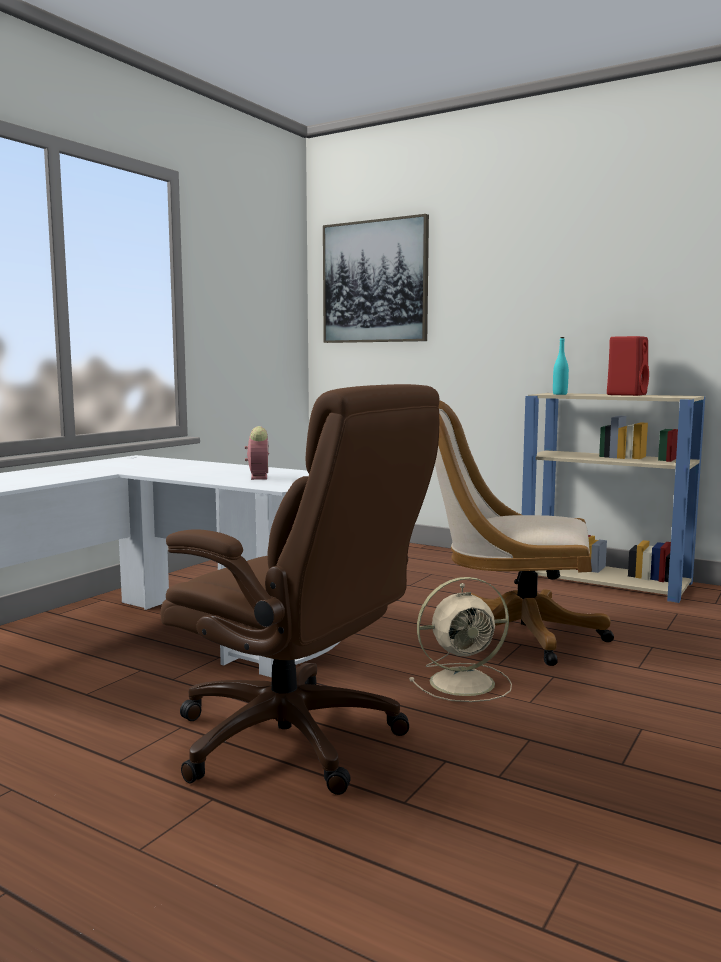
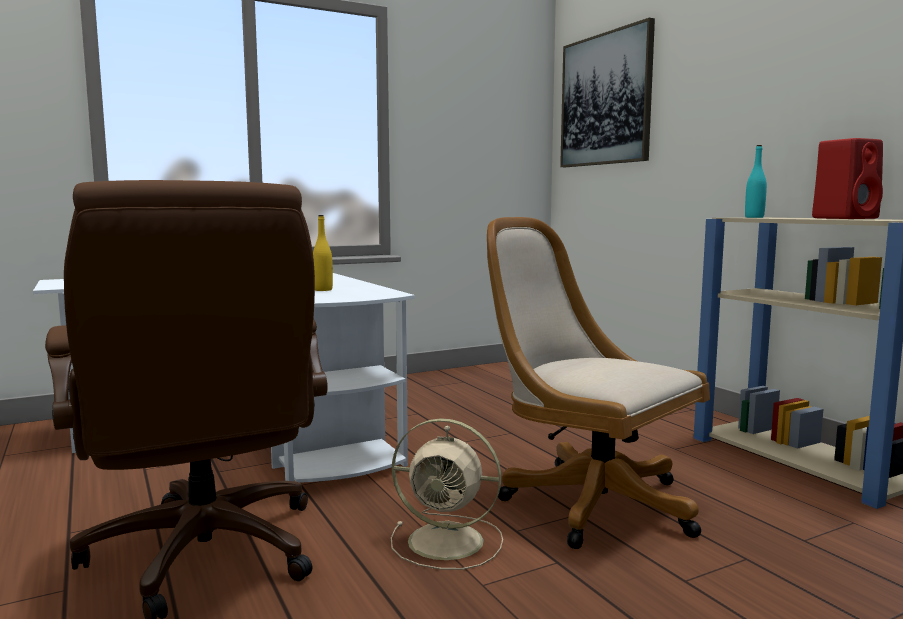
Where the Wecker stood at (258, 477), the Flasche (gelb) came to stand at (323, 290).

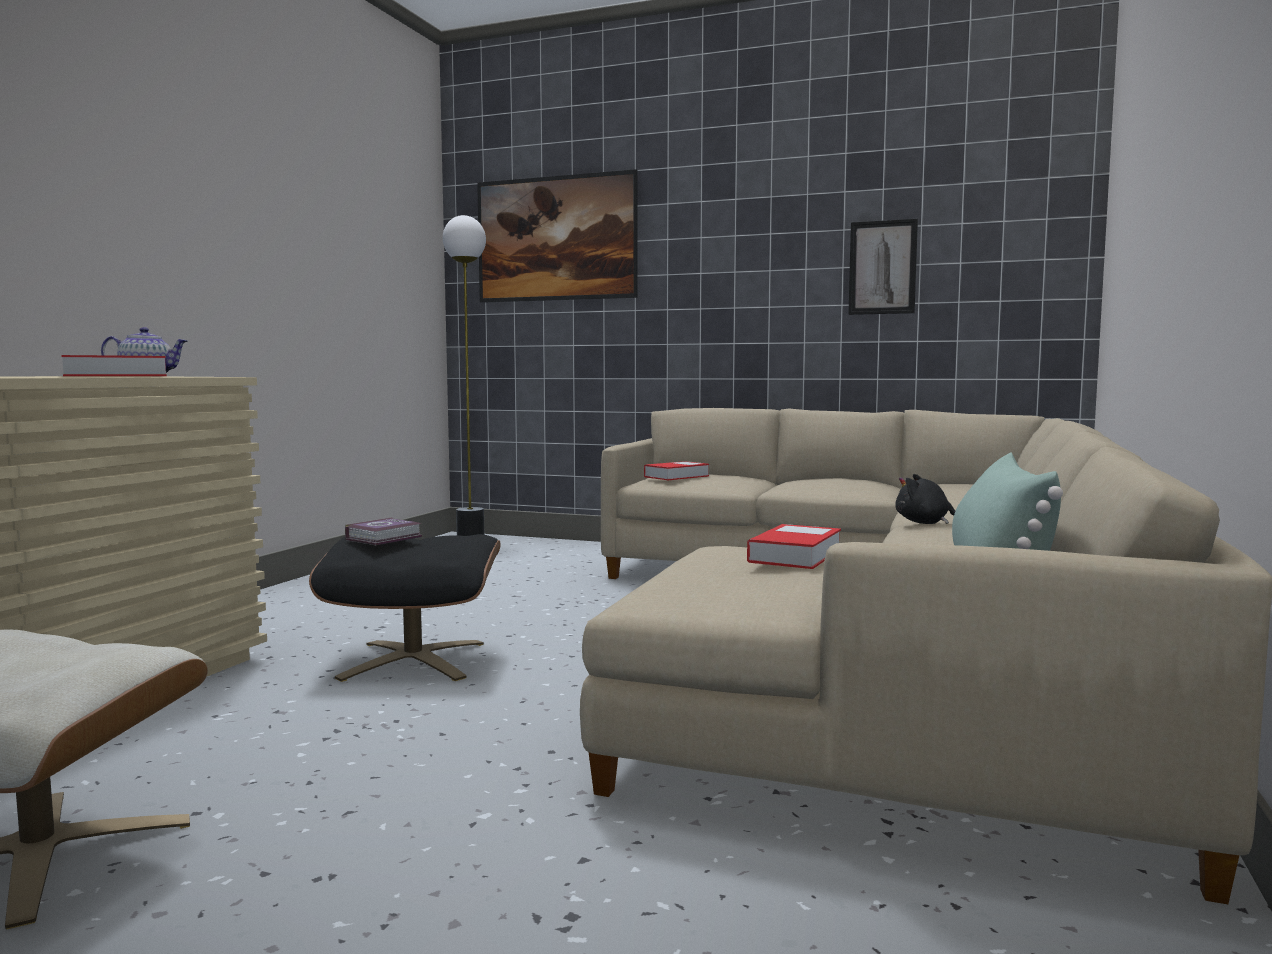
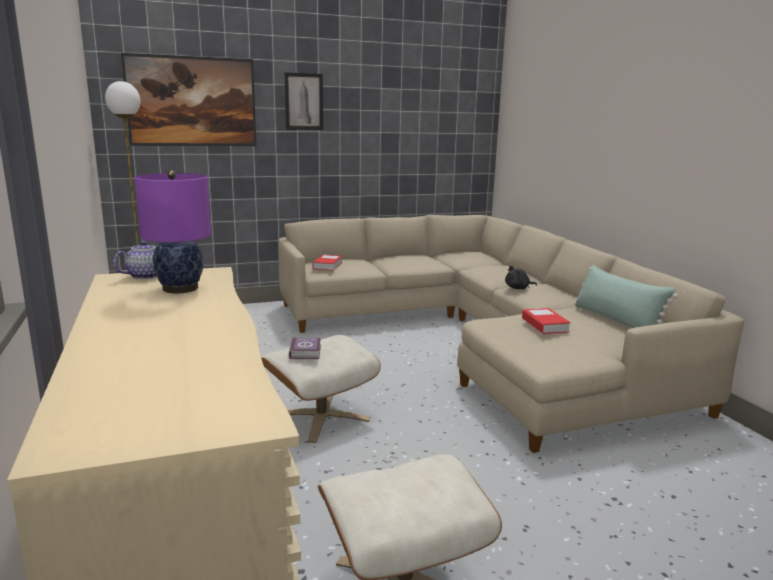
Where the Buch stood at (115, 376), the Tischlampe (lila) came to stand at (181, 288). What was the Polsterhocker (schwarz) at (414, 660) turned into the Polsterhocker (beige) at (321, 417). The Bild ended up elsewhere, having gone from (882, 267) to (304, 101).

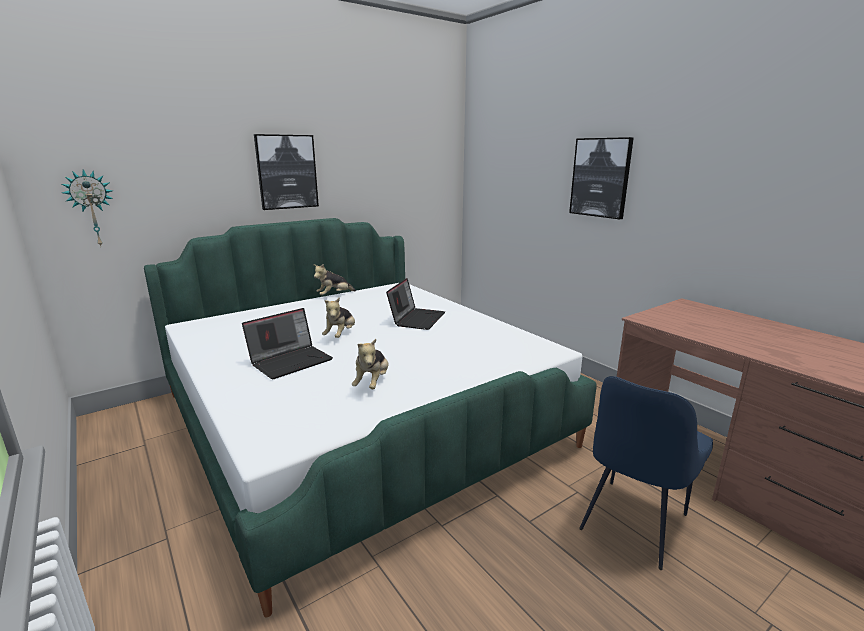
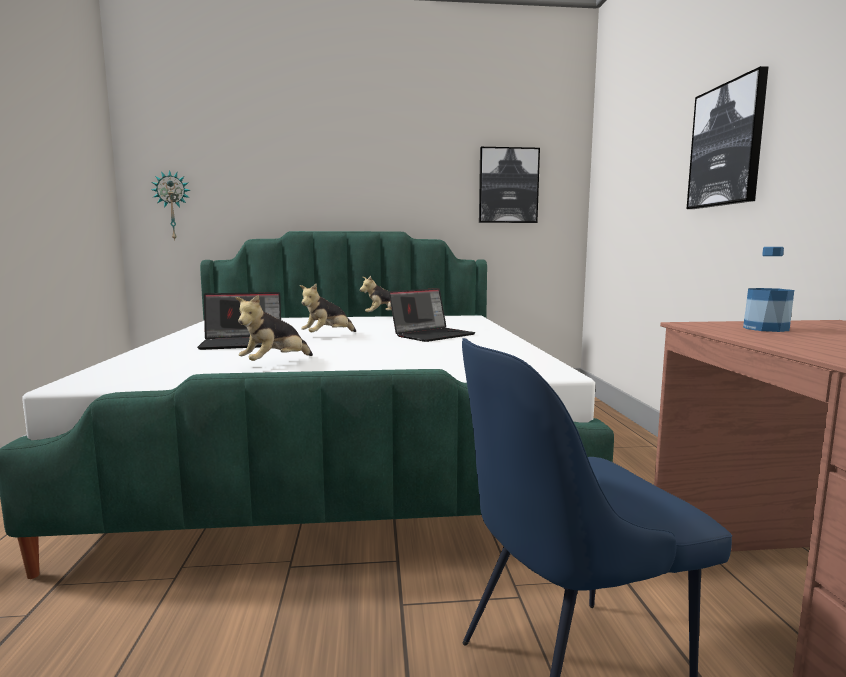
The Bild ended up elsewhere, having gone from (287, 172) to (508, 185). The second view gained the Flasche at (765, 328).

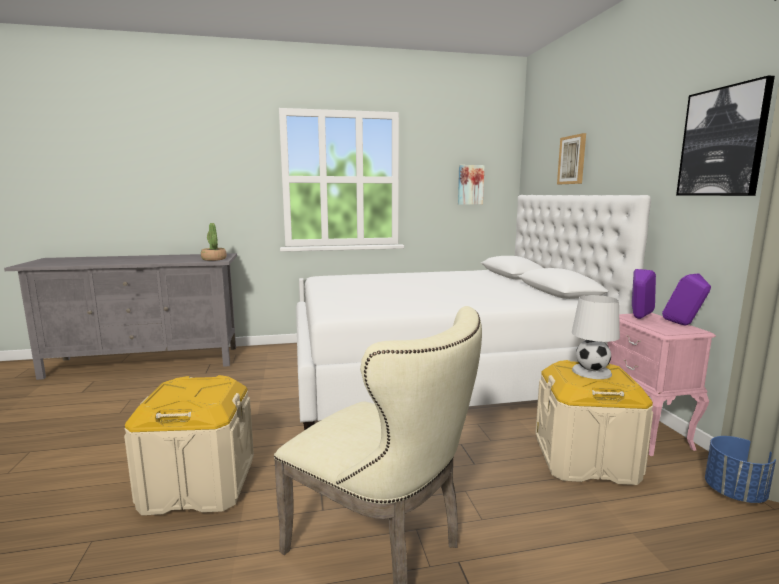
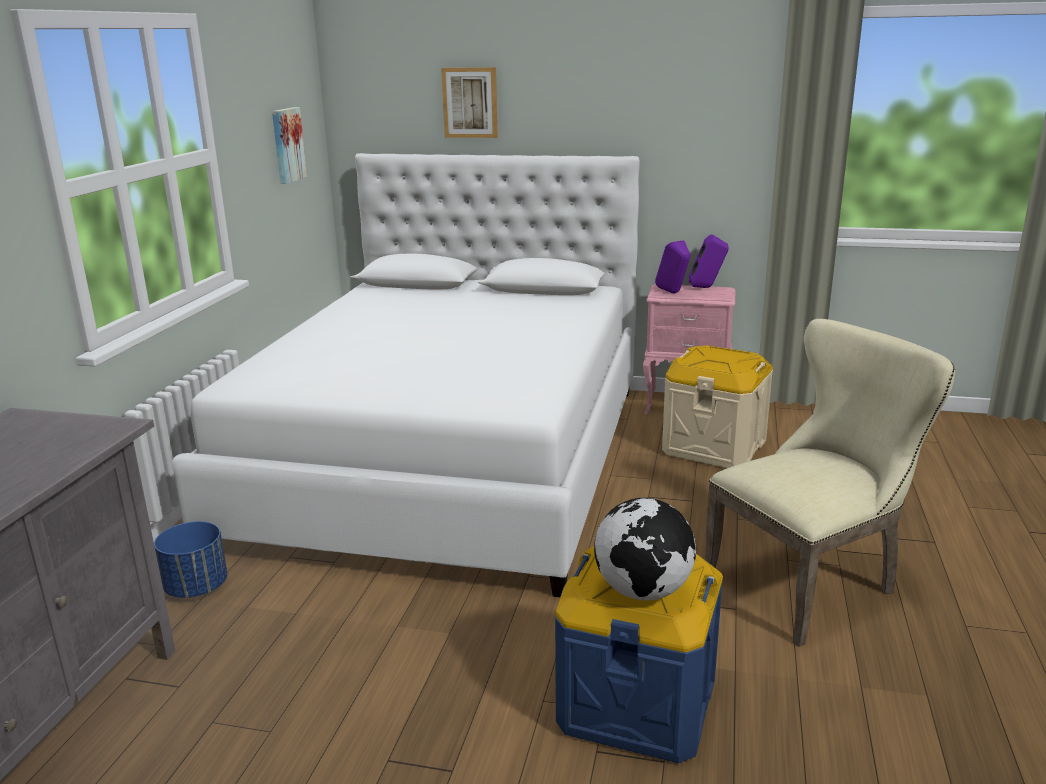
What was the Aufbewahrungsbox (beige) at (199, 484) turned into the Aufbewahrungsbox (blau) at (637, 703). The second view lost the Topfpflanze at (214, 259). The second view lost the Tischlampe (weiß) at (591, 371). The second view lost the Bild at (723, 142). The Pflanzkübel (blau) ended up elsewhere, having gone from (735, 493) to (197, 587). The second view gained the Globus at (643, 591).

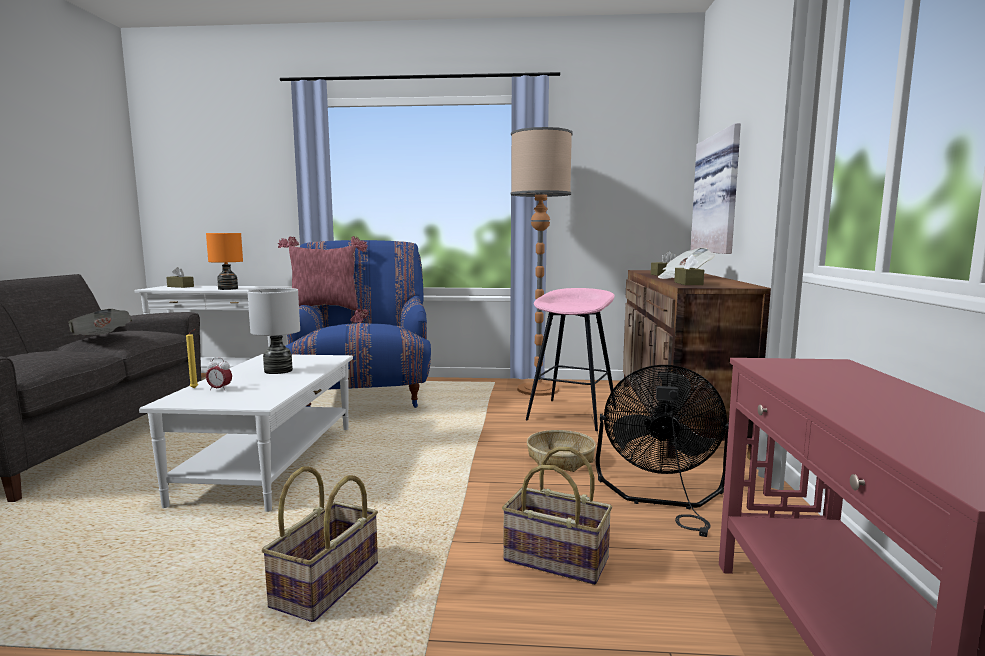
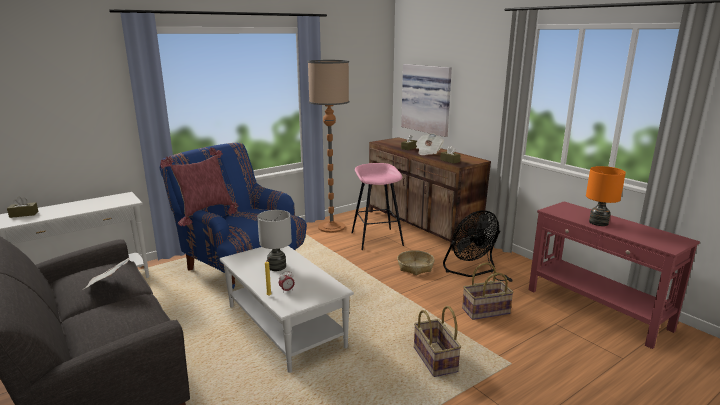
The Tischlampe (orange) ended up elsewhere, having gone from (228, 289) to (598, 223).

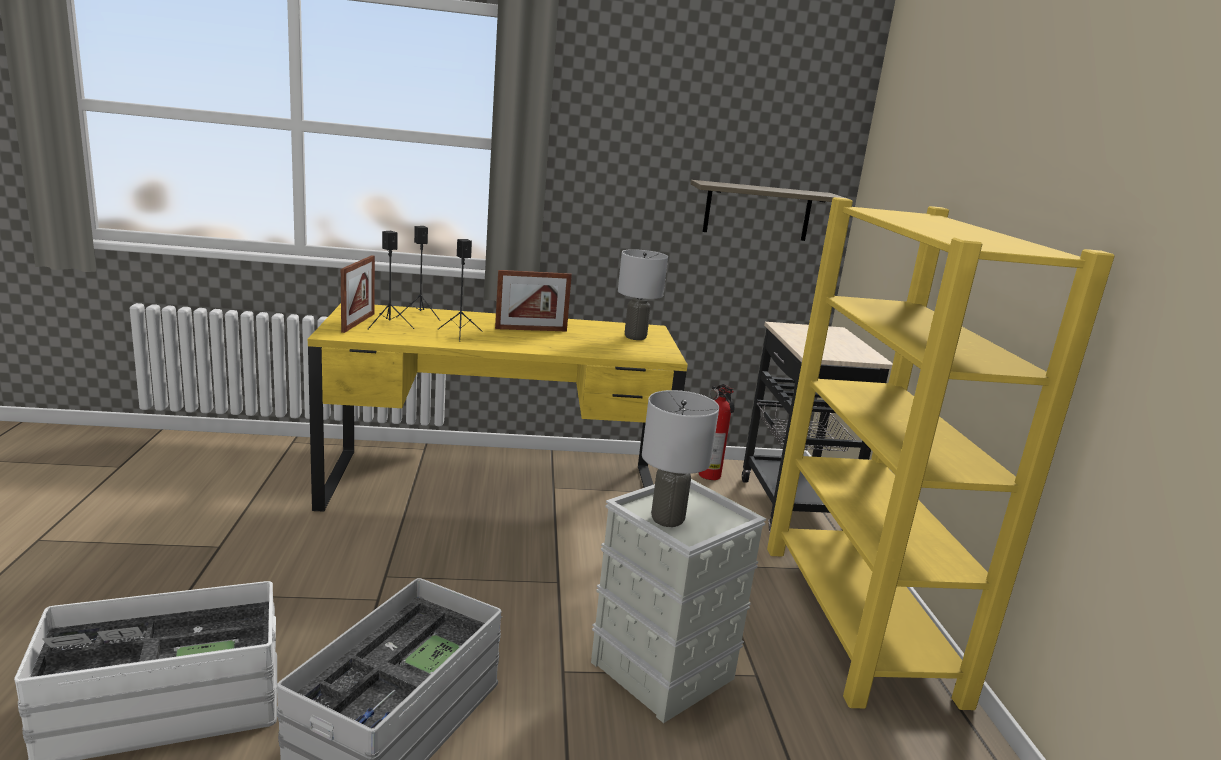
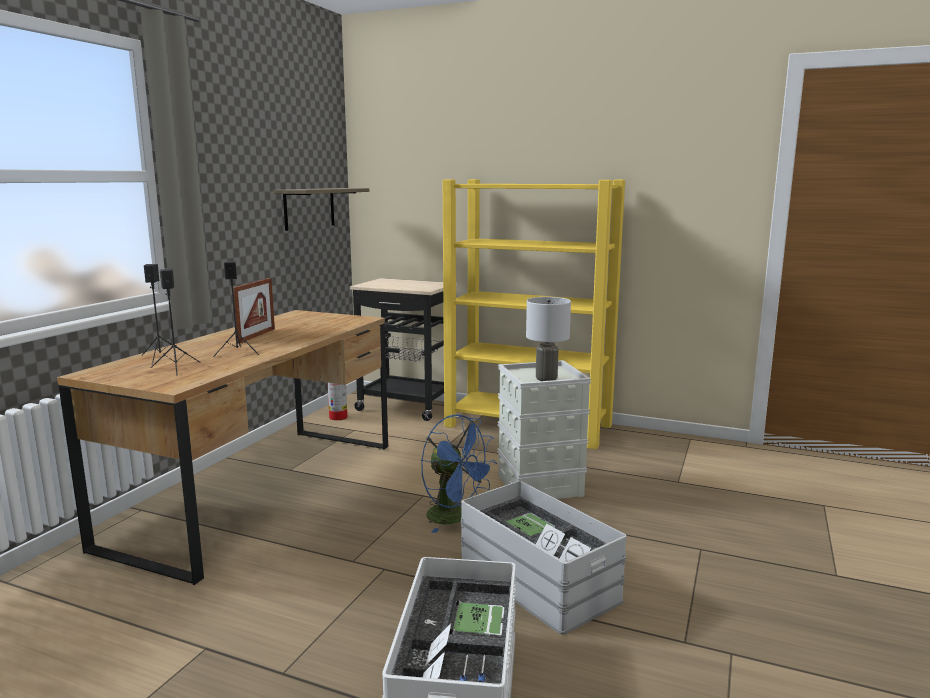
What was the Schreibtisch (gelb) at (496, 487) turned into the Schreibtisch (braun) at (261, 491). The second view lost the Bilderrahmen at (358, 322). The second view lost the Tischlampe (weiß) at (634, 337). The second view gained the Ventilator (blau) at (455, 518).

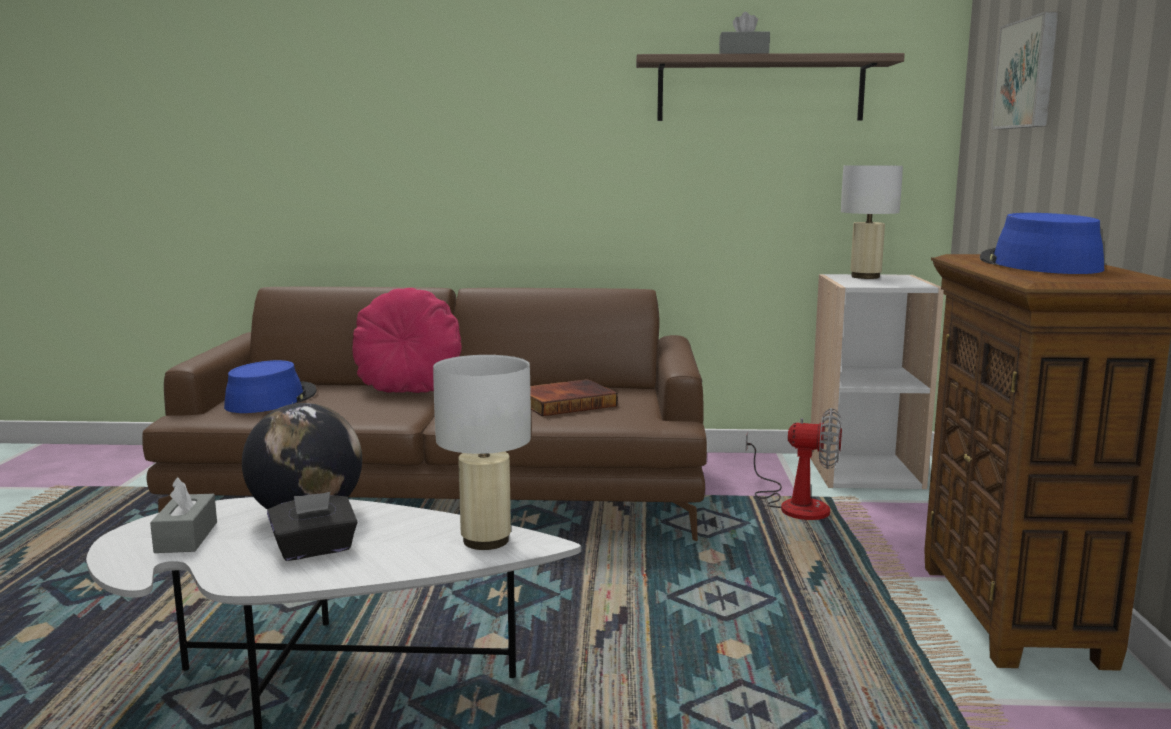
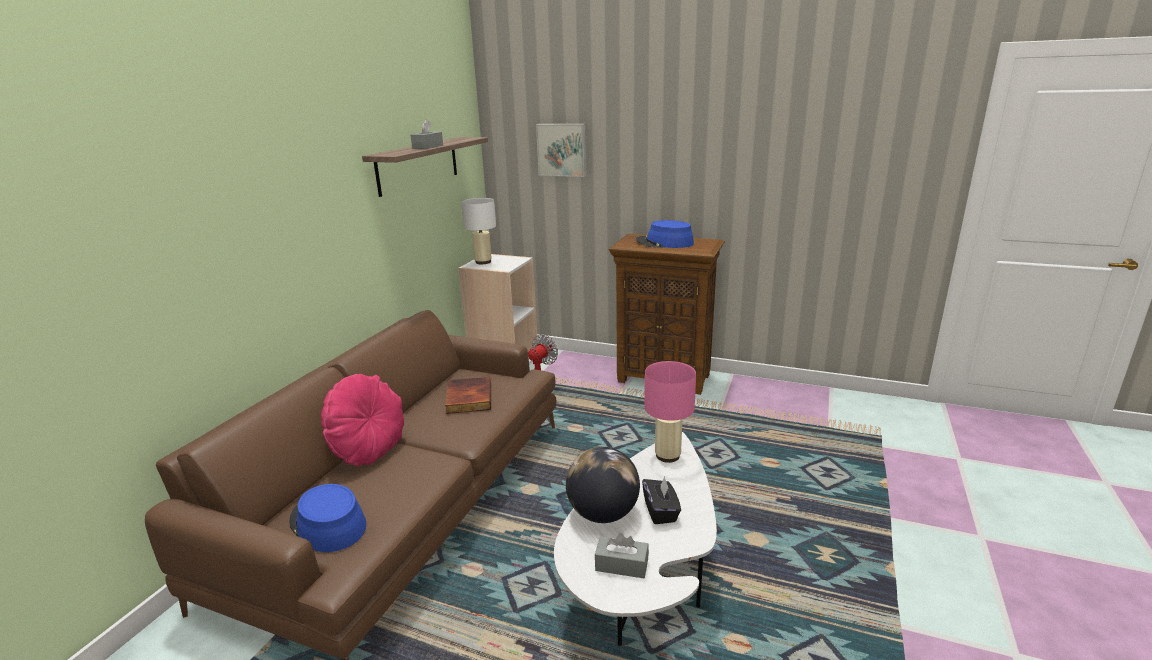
What was the Tischlampe (weiß) at (486, 541) turned into the Tischlampe (rosa) at (668, 455).

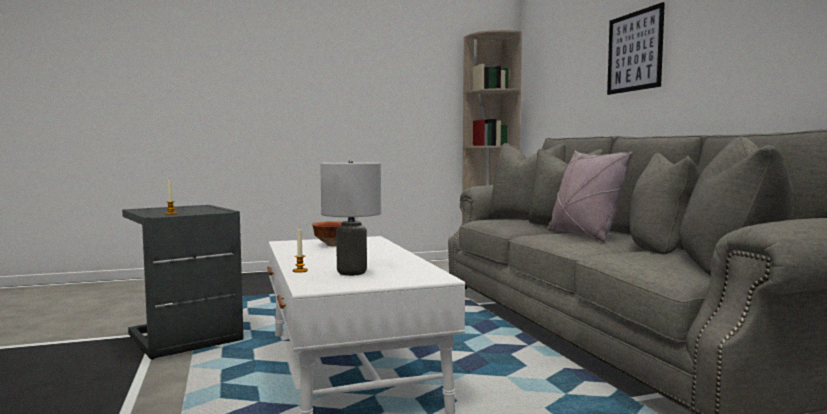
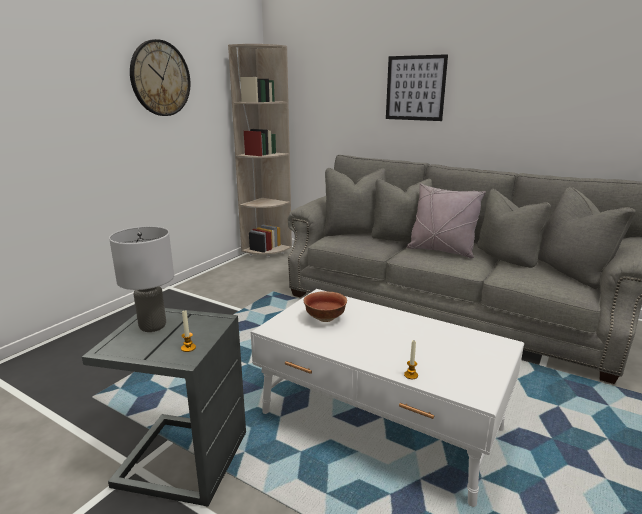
The Tischlampe (weiß) ended up elsewhere, having gone from (350, 273) to (151, 327). The second view gained the Wanduhr at (160, 78).

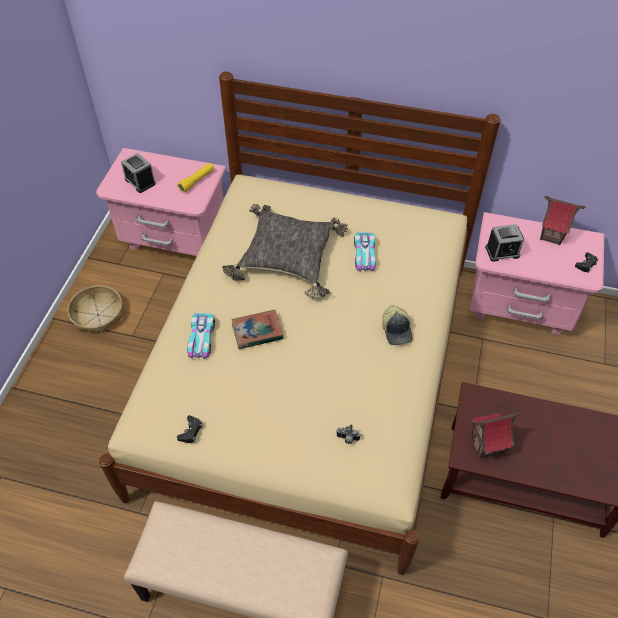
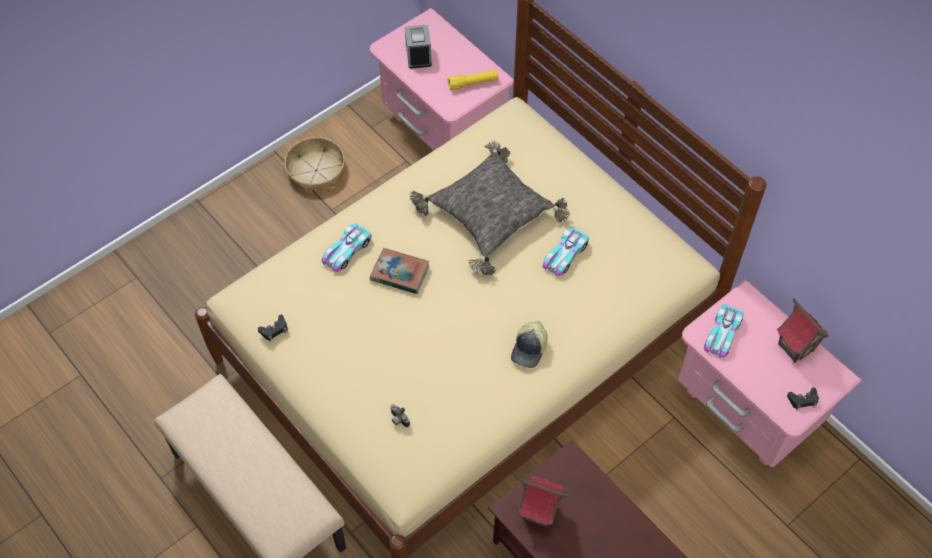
Where the Wecker stood at (502, 252), the Spielzeugauto came to stand at (722, 333).

